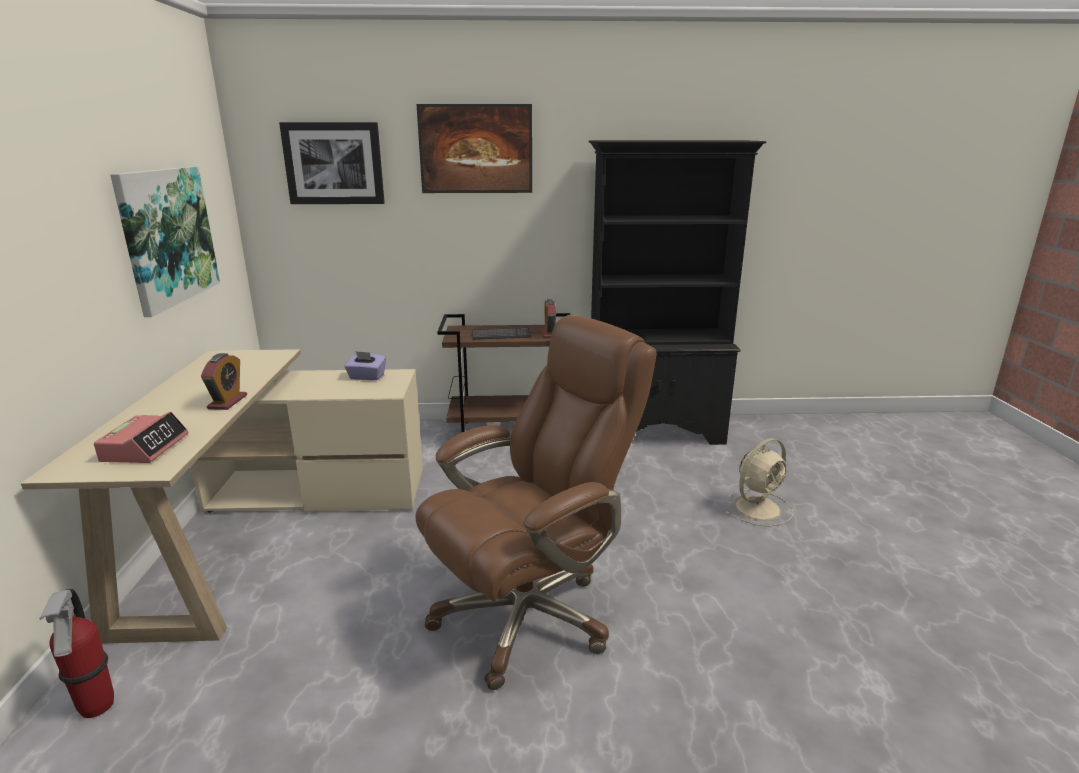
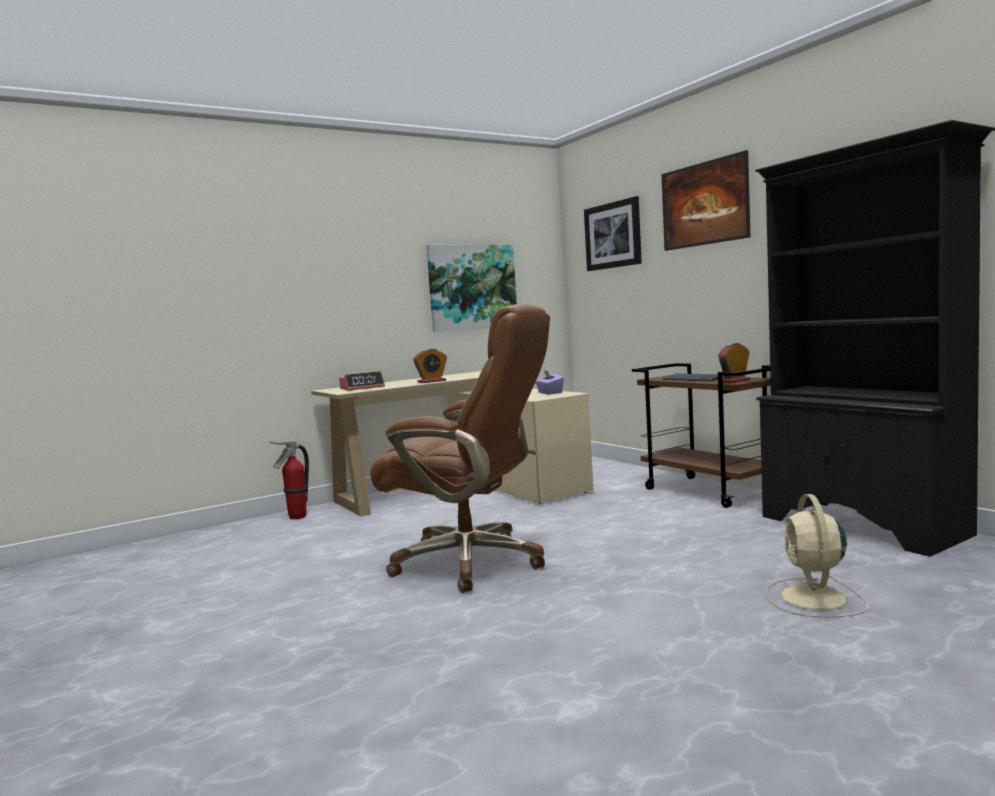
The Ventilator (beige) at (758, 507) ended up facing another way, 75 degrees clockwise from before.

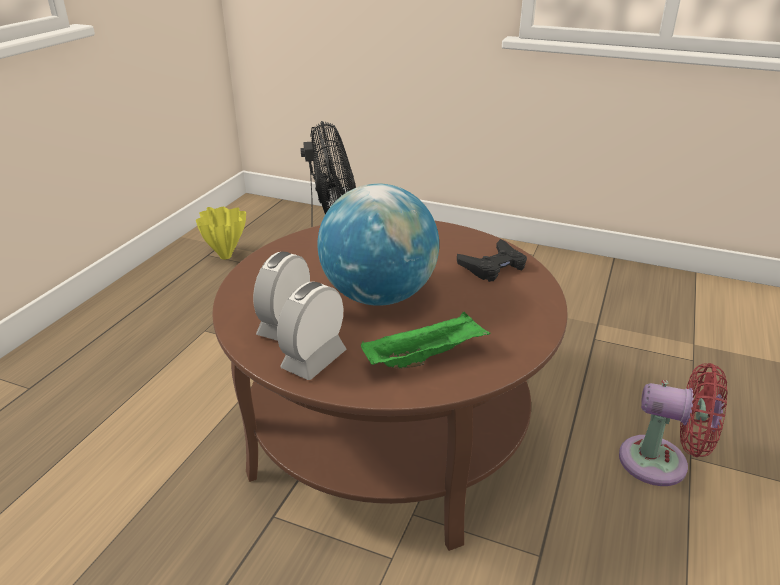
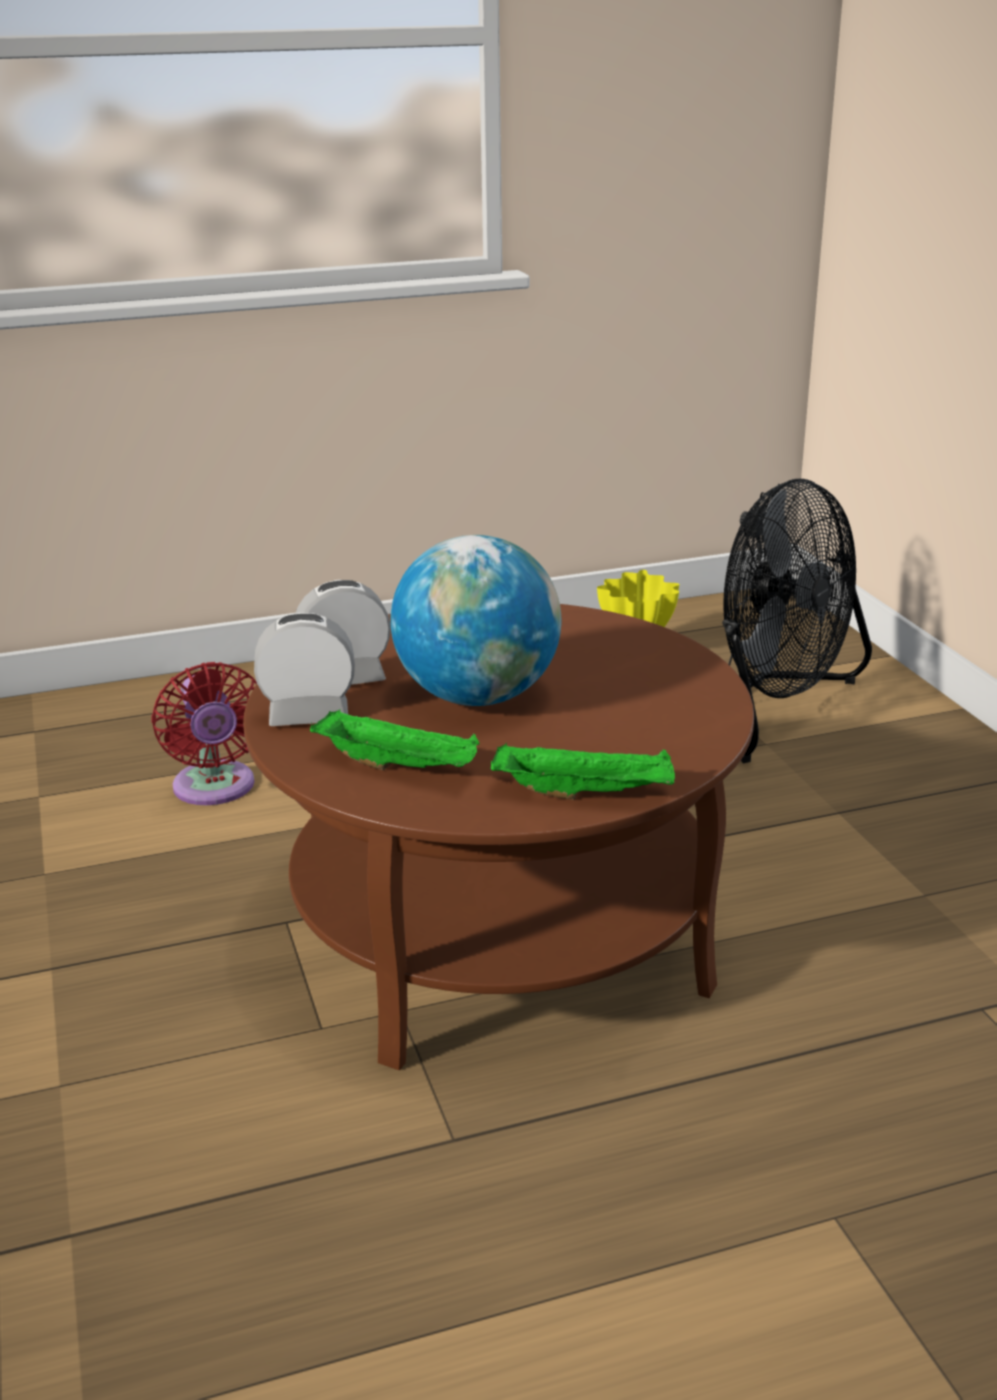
The second view lost the Gamepad (schwarz) at (493, 266). The Ventilator (rot) ended up elsewhere, having gone from (661, 463) to (215, 789). The second view gained the Tablett (grün) at (586, 793).

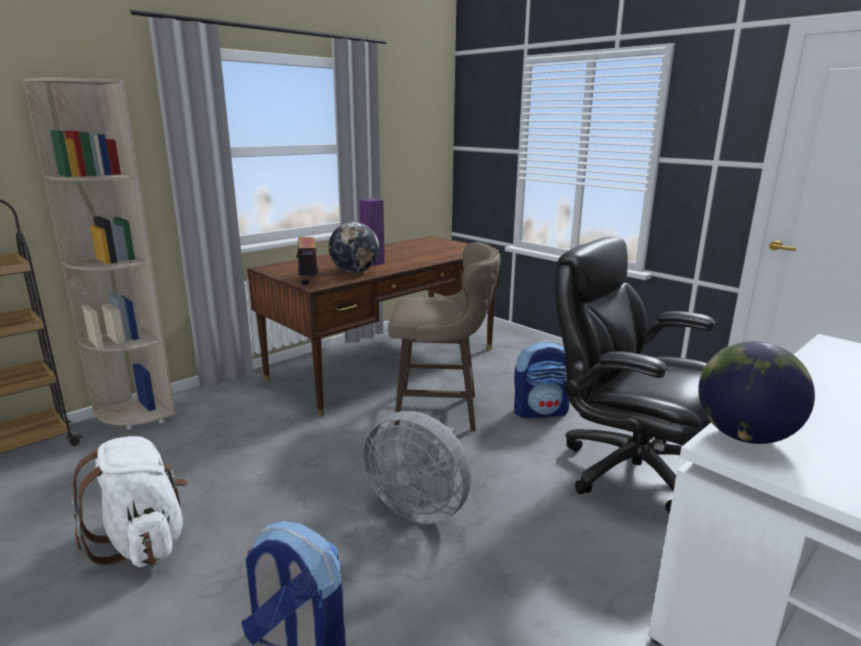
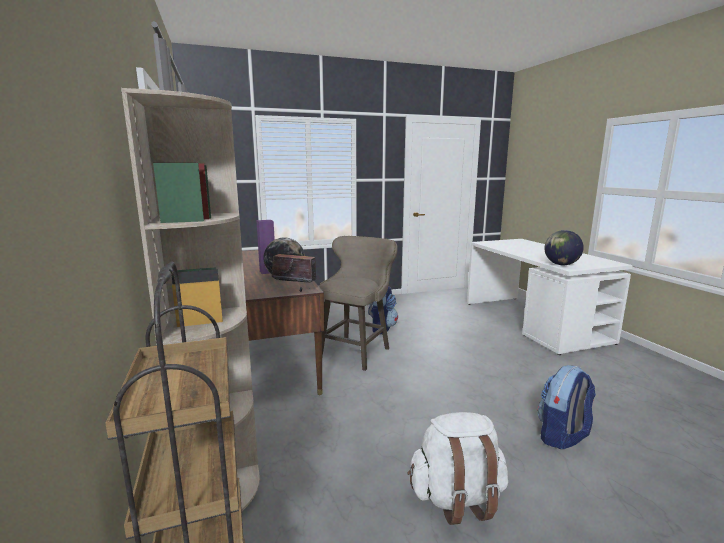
The second view lost the Ventilator (grau) at (419, 506). The second view lost the Bürostuhl (schwarz) at (627, 468).

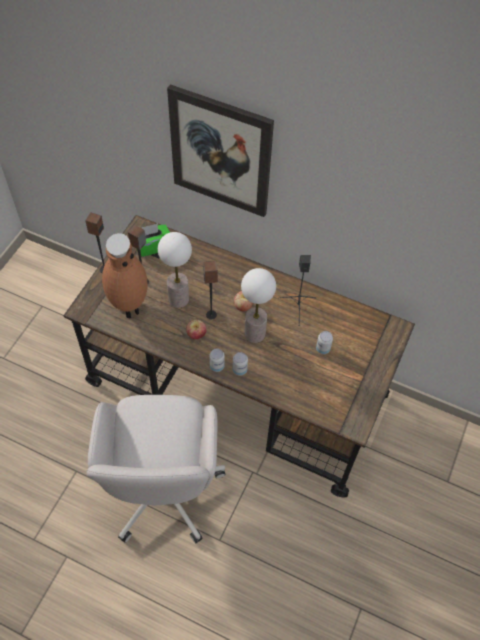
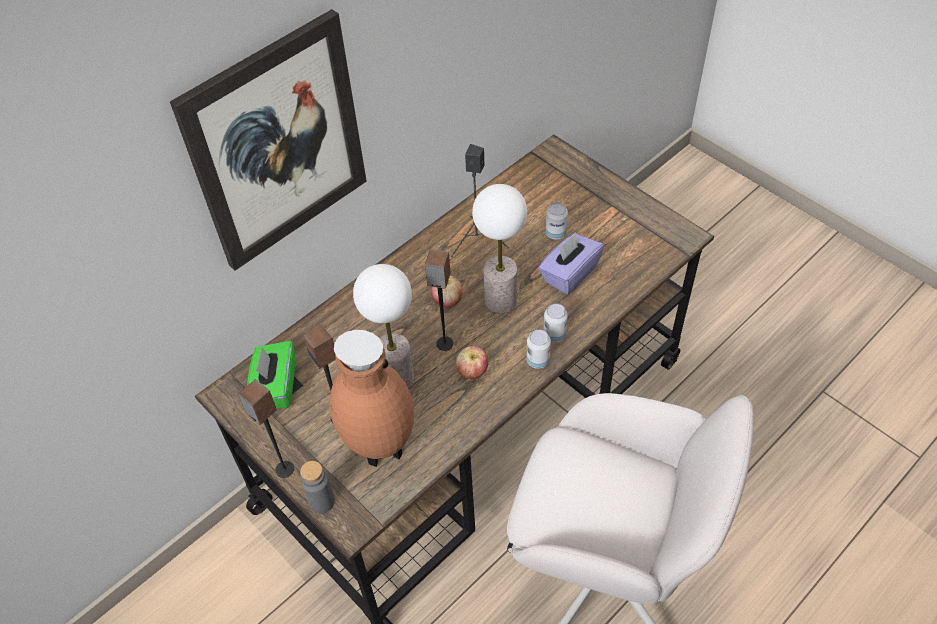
The second view gained the Flasche (grau) at (322, 501). The second view gained the Taschentuchbox (lila) at (569, 274).

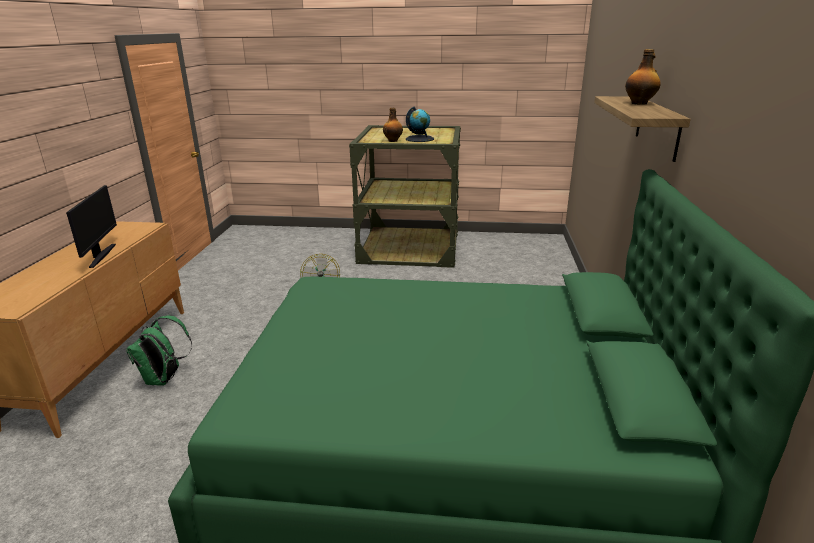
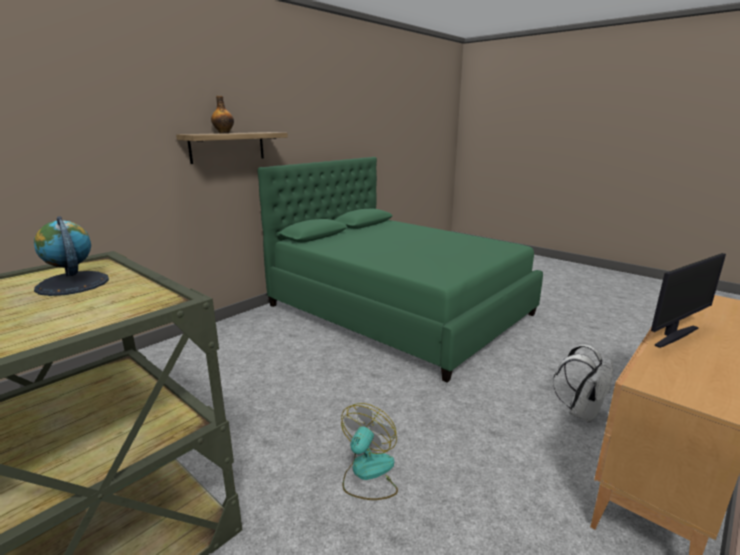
The Monitor at (101, 255) ended up facing another way, 150 degrees counterclockwise from before. What was the Rucksack (grün) at (164, 379) turned into the Rucksack (weiß) at (581, 412). The second view lost the Flasche at (393, 141).

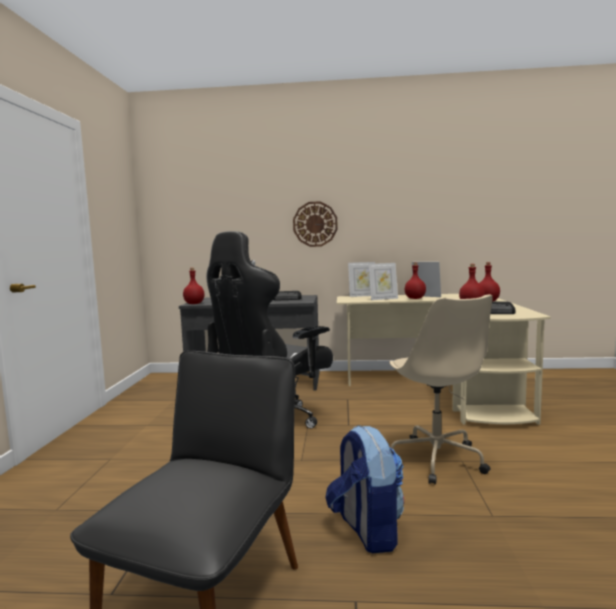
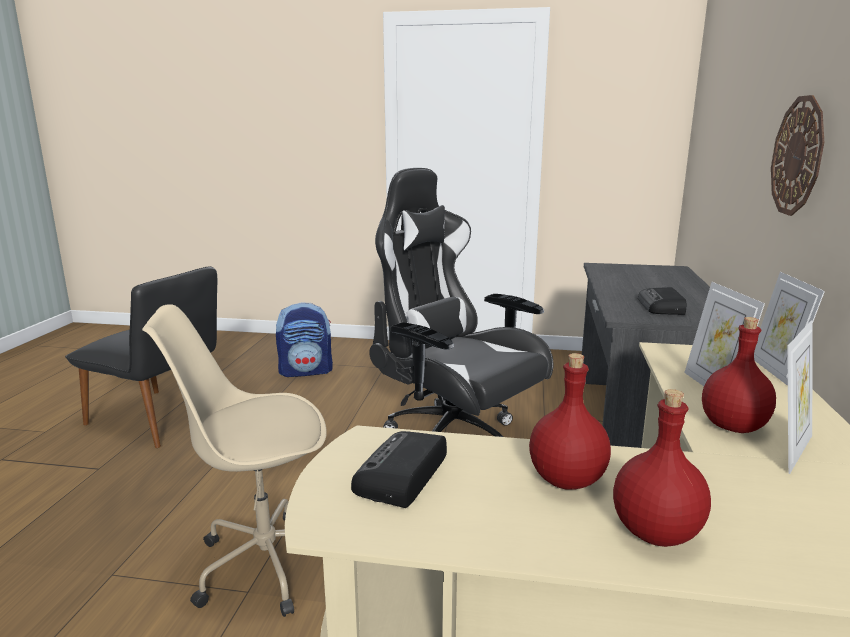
The second view lost the Flasche (rot) at (194, 303). The Rucksack ended up elsewhere, having gone from (366, 530) to (306, 371).

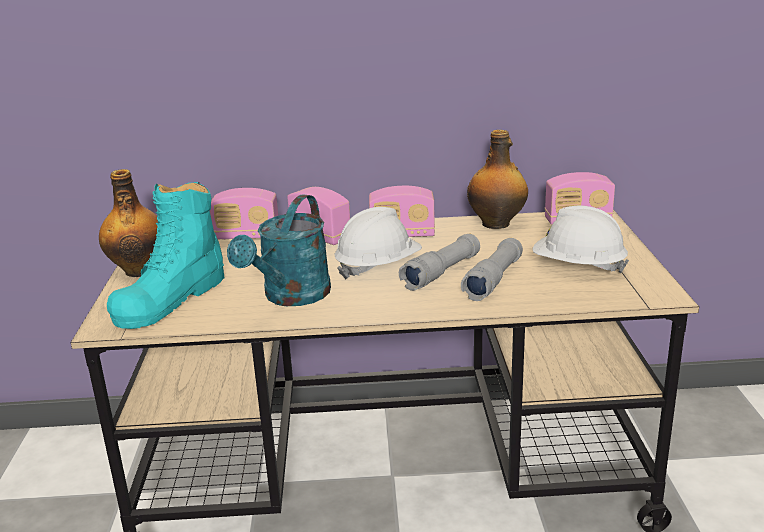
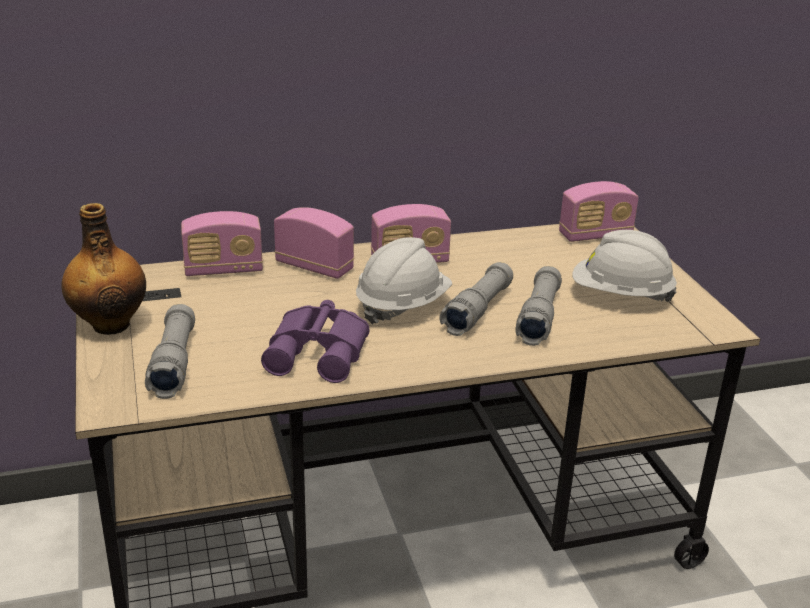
Where the Stiefel (türkis) stood at (171, 299), the Taschenlampe (grau) came to stand at (174, 363). Where the Gießkanne (türkis) stood at (291, 297), the Fernglas (lila) came to stand at (320, 352). The second view lost the Flasche at (497, 224).

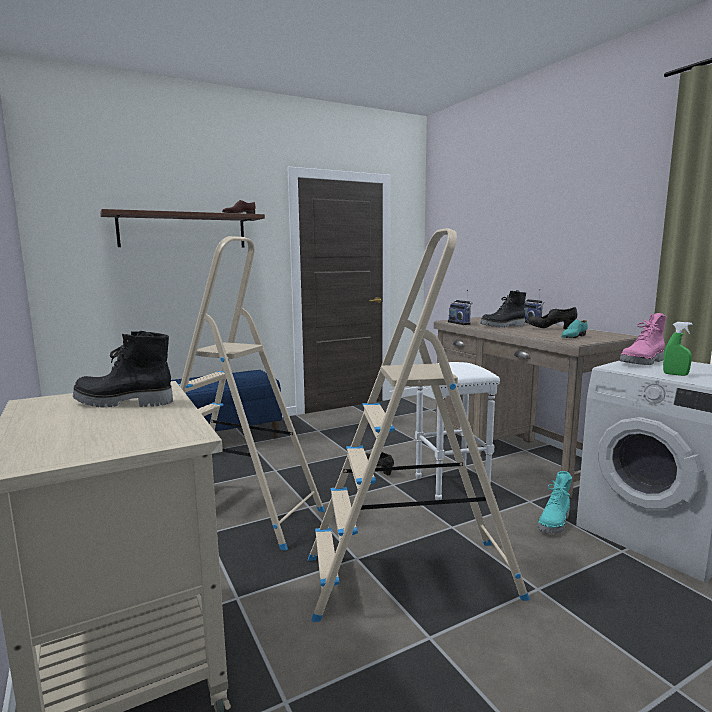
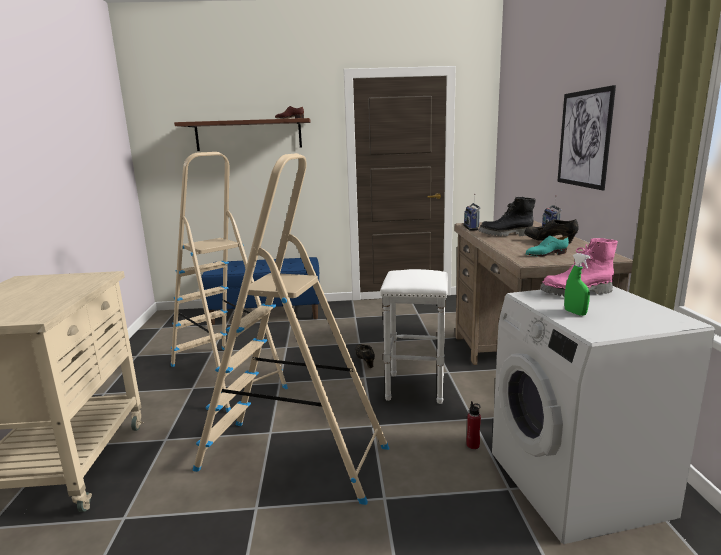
The second view lost the Stiefel (schwarz) at (122, 403). Where the Stiefel (türkis) stood at (555, 523), the Flasche (rot) came to stand at (473, 445). The second view gained the Bild at (584, 139).

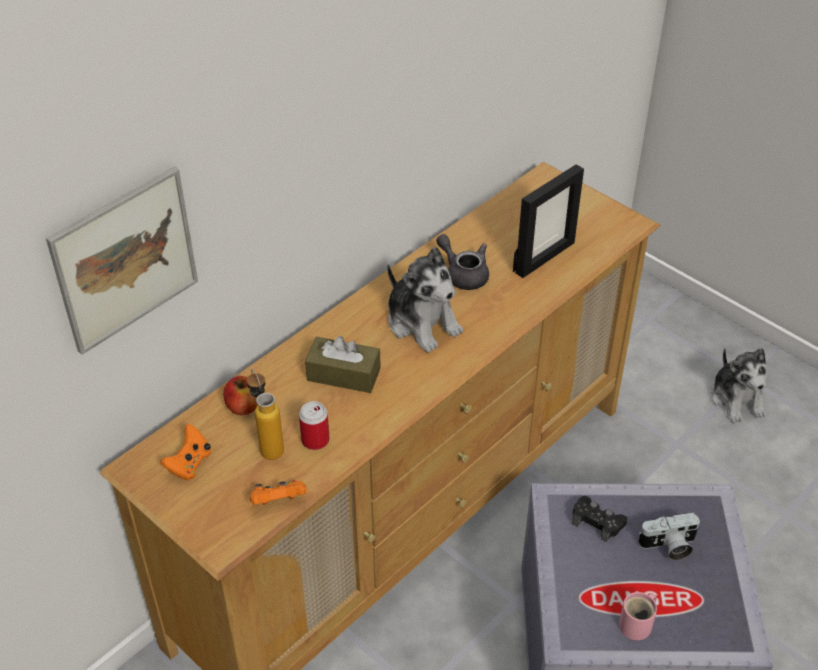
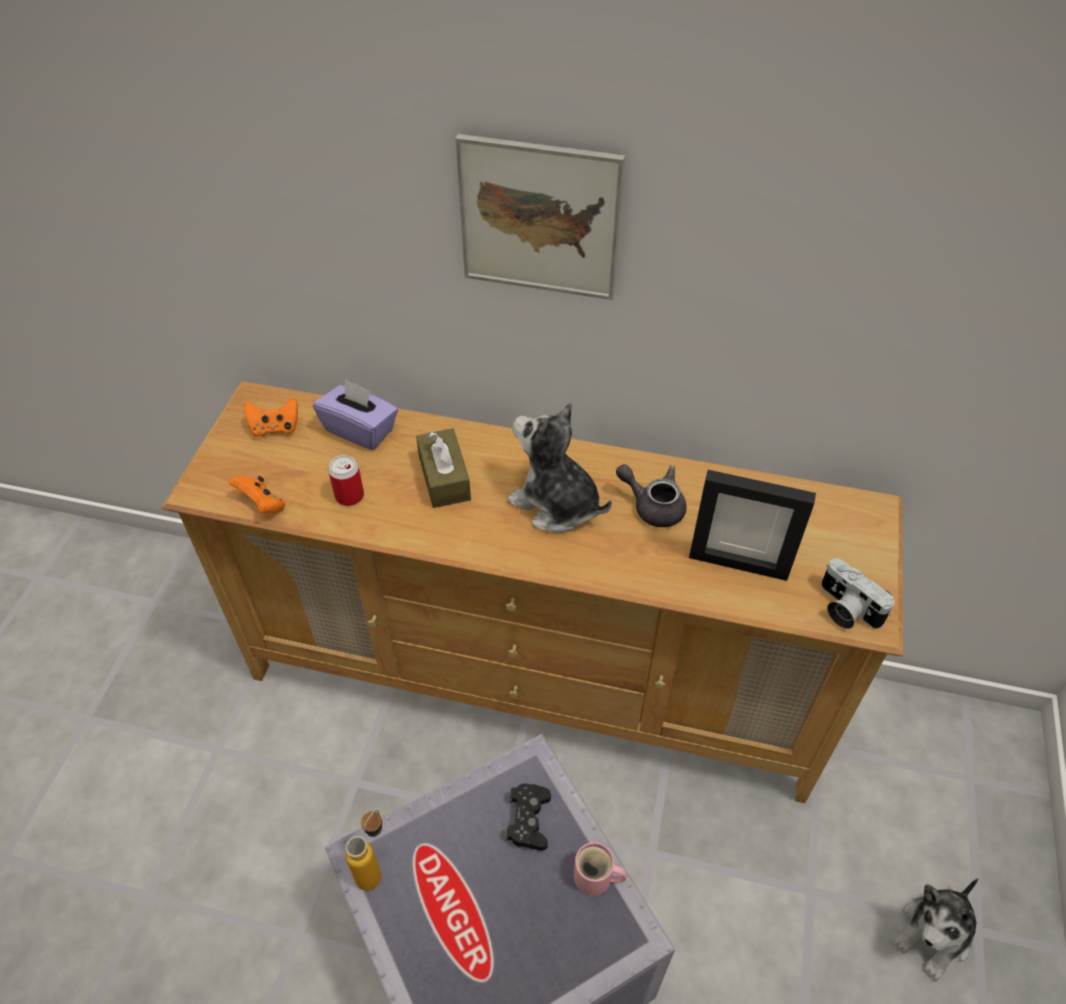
The Bild ended up elsewhere, having gone from (125, 259) to (539, 218). Where the Apfel stood at (243, 406), the Taschentuchbox (lila) came to stand at (360, 430). The Flasche ended up elsewhere, having gone from (268, 445) to (375, 868). The Plüschtier at (422, 323) ended up facing another way, 105 degrees clockwise from before. The Teekanne (grau) at (463, 274) ended up facing another way, 75 degrees counterclockwise from before. The Henkelbecher (rosa) ended up elsewhere, having gone from (638, 624) to (596, 878). The Kamera ended up elsewhere, having gone from (668, 546) to (845, 609).

